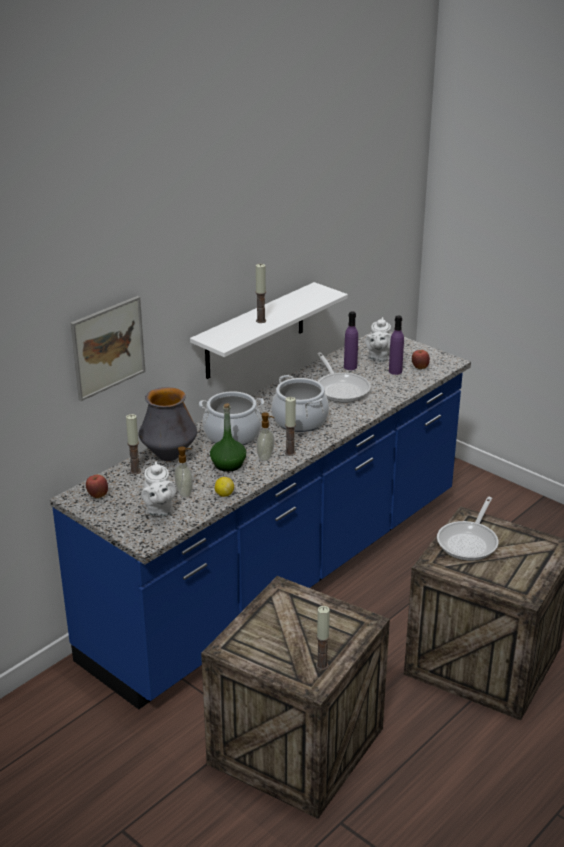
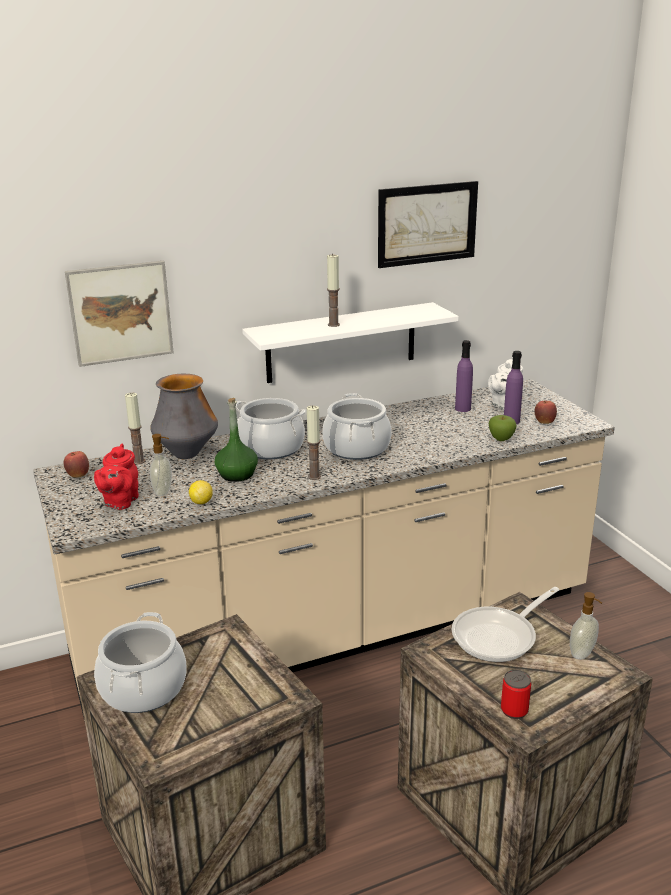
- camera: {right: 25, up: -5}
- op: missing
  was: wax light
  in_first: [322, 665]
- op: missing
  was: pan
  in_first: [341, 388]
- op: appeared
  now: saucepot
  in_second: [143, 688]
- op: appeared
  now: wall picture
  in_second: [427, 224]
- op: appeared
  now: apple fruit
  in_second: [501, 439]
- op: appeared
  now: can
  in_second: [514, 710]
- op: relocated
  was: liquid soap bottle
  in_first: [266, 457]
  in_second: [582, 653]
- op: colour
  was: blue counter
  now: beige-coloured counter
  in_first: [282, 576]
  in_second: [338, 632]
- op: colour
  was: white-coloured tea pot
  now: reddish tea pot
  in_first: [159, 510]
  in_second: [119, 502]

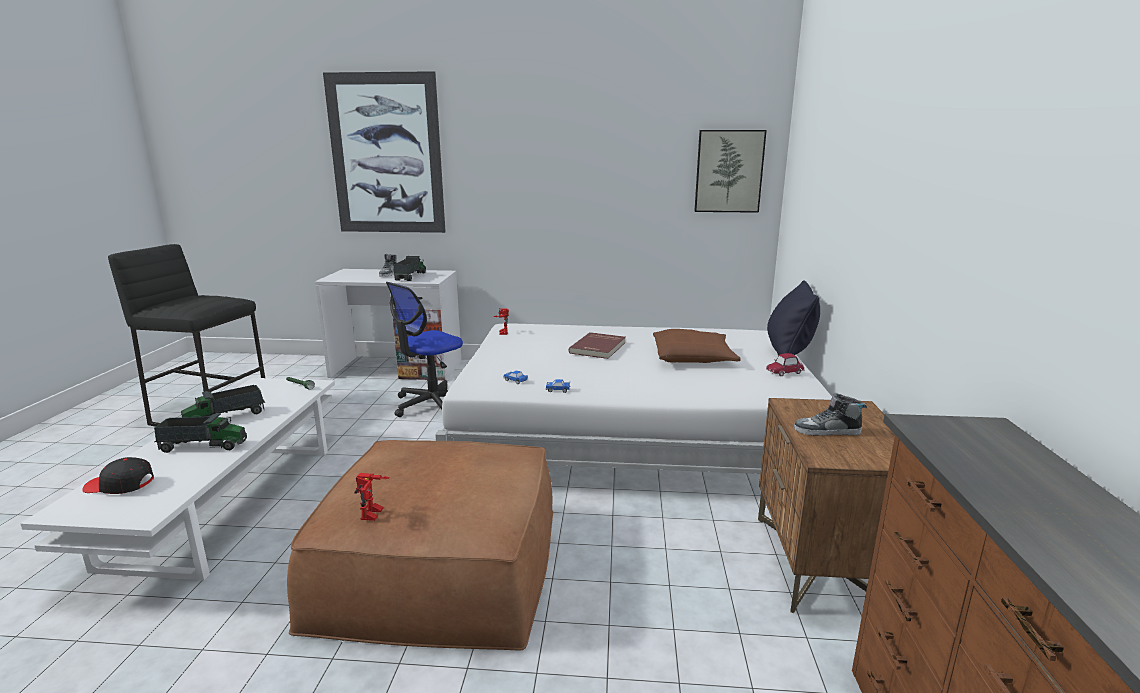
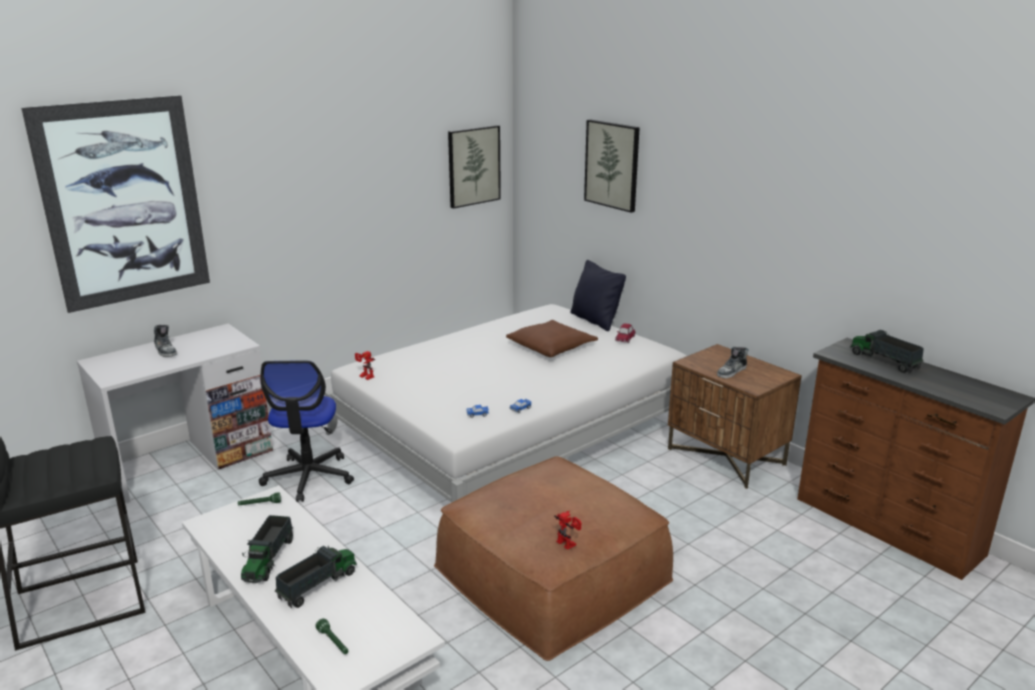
- camera: {right: -45, up: 5}
- op: missing
  was: reddish book
  in_first: [599, 348]
- op: appeared
  now: wall picture
  in_second: [612, 165]
- op: relocated
  was: model truck
  in_first: [410, 277]
  in_second: [884, 361]
- op: exchanged
  was: black-coloured baseball cap
  now: green flashlight
  in_first: [120, 485]
  in_second: [333, 642]

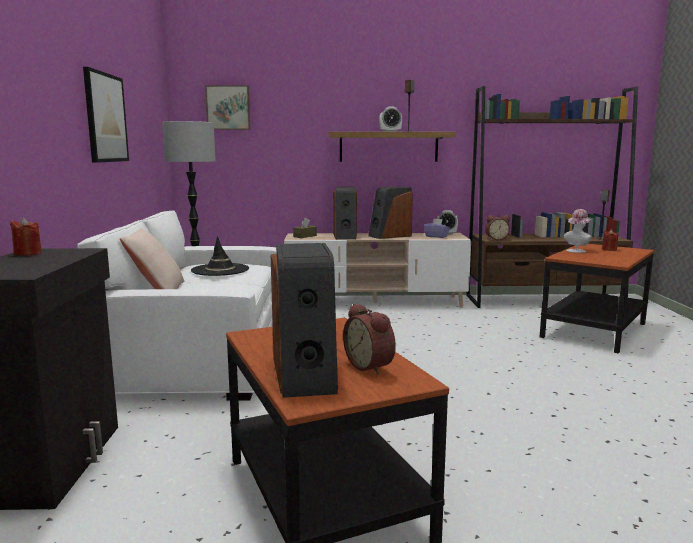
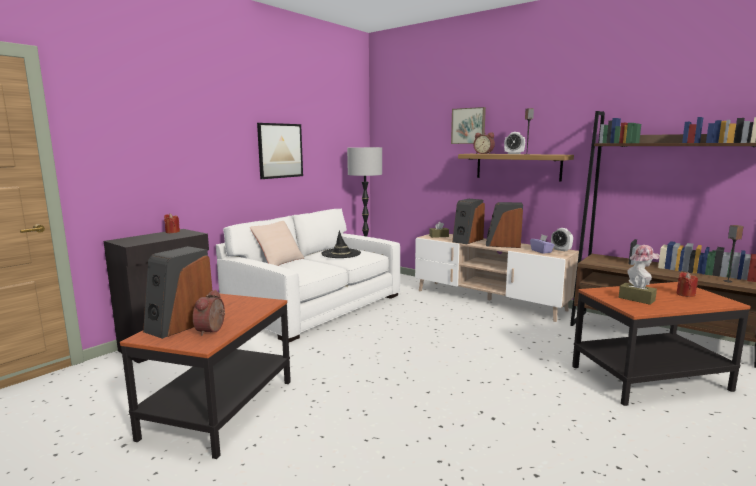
- camera: {right: 40, up: 0}
- op: appeared
  now: brown box of tissues
  in_second: [636, 299]
- op: relocated
  was: wall picture
  in_first: [228, 108]
  in_second: [468, 126]
- op: relocated
  was: bedside clock
  in_first: [496, 239]
  in_second: [484, 153]

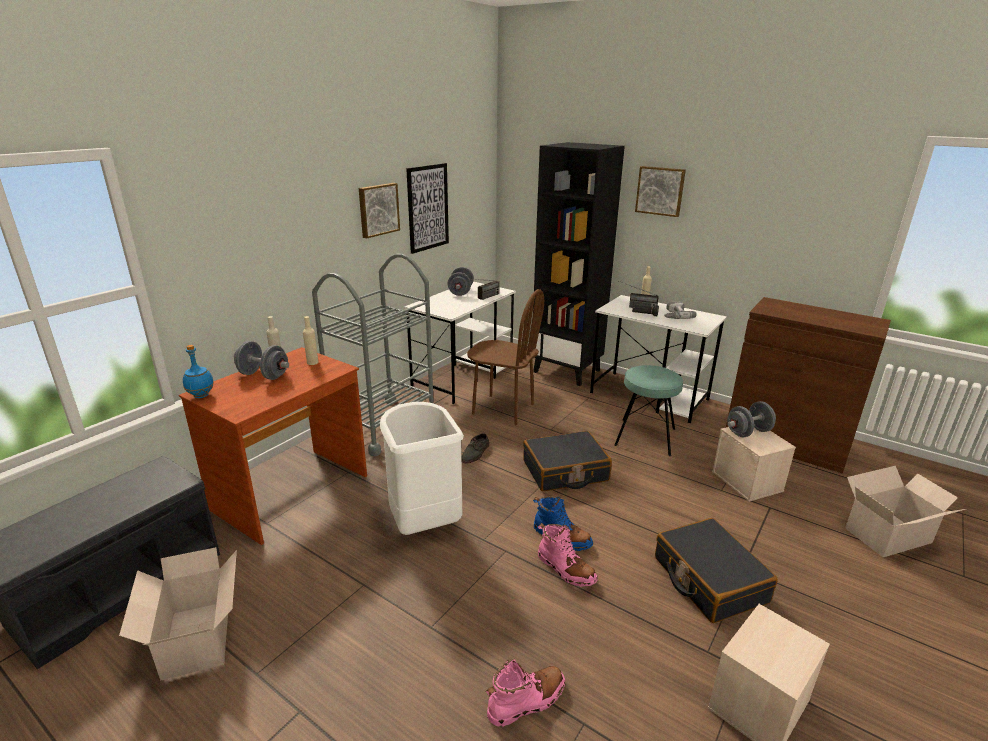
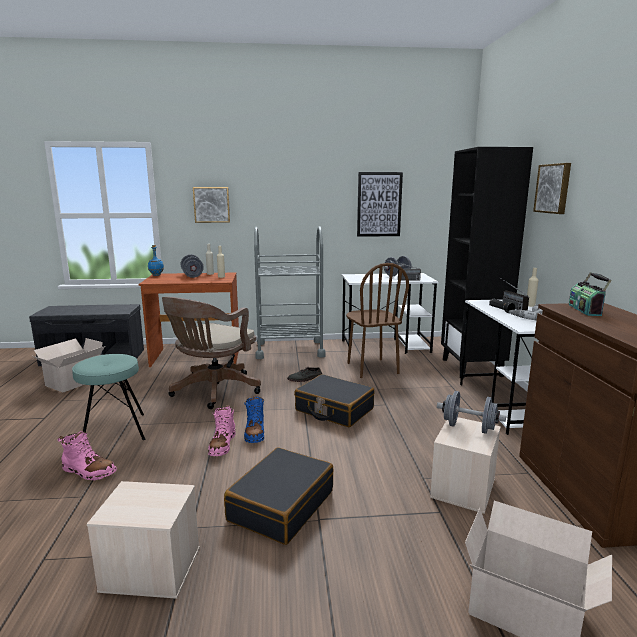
- camera: {right: 50, up: -10}
- op: appeared
  now: radio set
  in_second: [585, 310]
- op: relocated
  was: wall picture
  in_first: [378, 209]
  in_second: [211, 204]
- op: relocated
  was: turquoise sitting stool
  in_first: [645, 437]
  in_second: [114, 431]
- op: exchanged
  was: white-coloured trash can
  now: brown desk chair
  in_first: [423, 523]
  in_second: [213, 391]

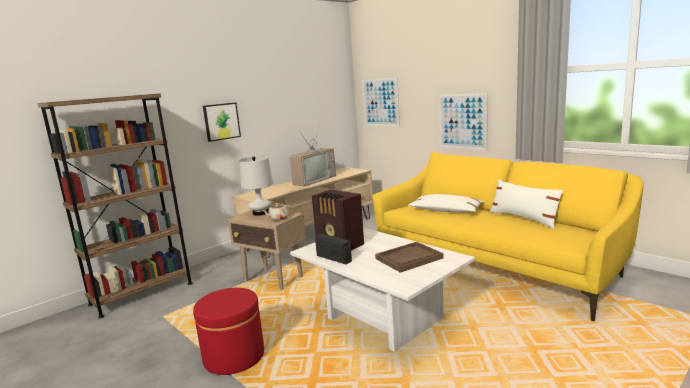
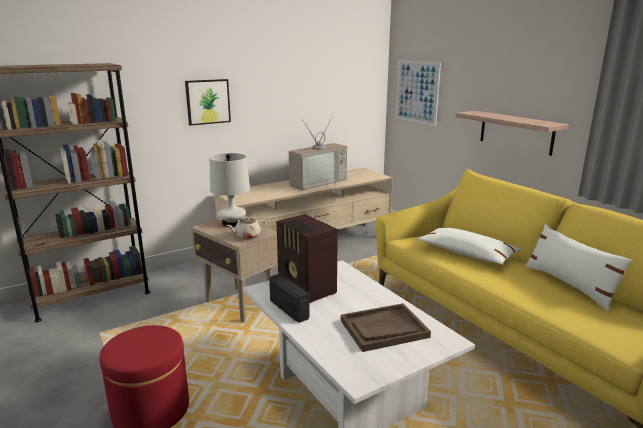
- camera: {right: 10, up: 5}
- op: exchanged
  was: wall picture
  now: wall shelf
  in_first: [462, 121]
  in_second: [516, 132]

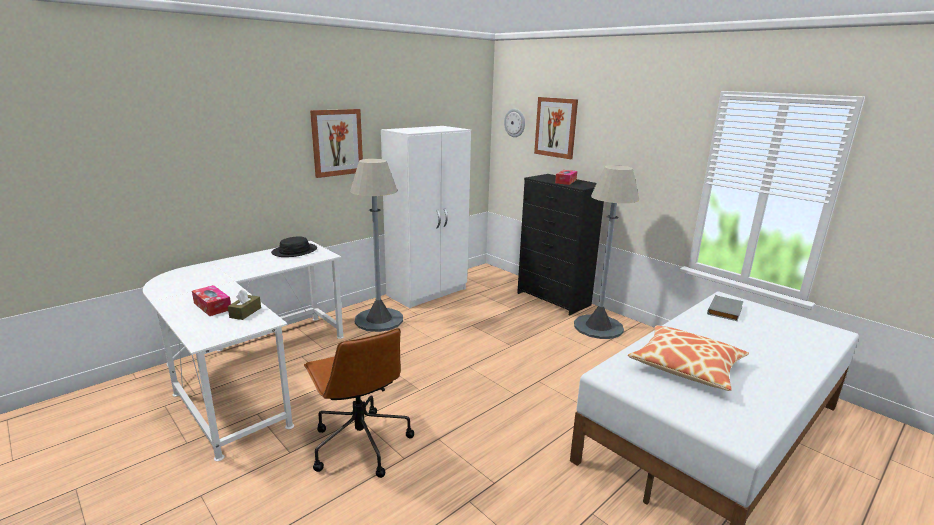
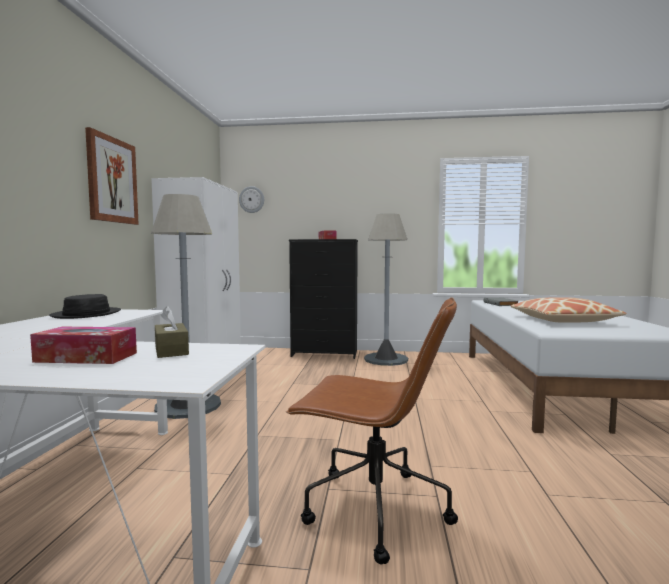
- camera: {right: -40, up: -15}
- op: missing
  was: wall picture
  in_first: [556, 127]

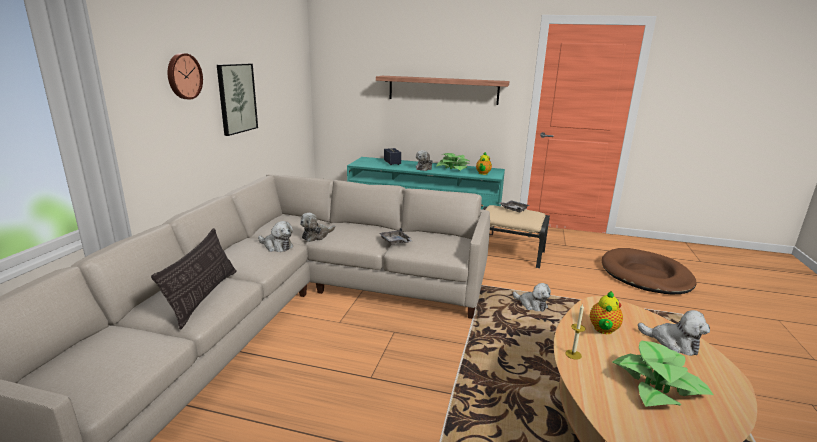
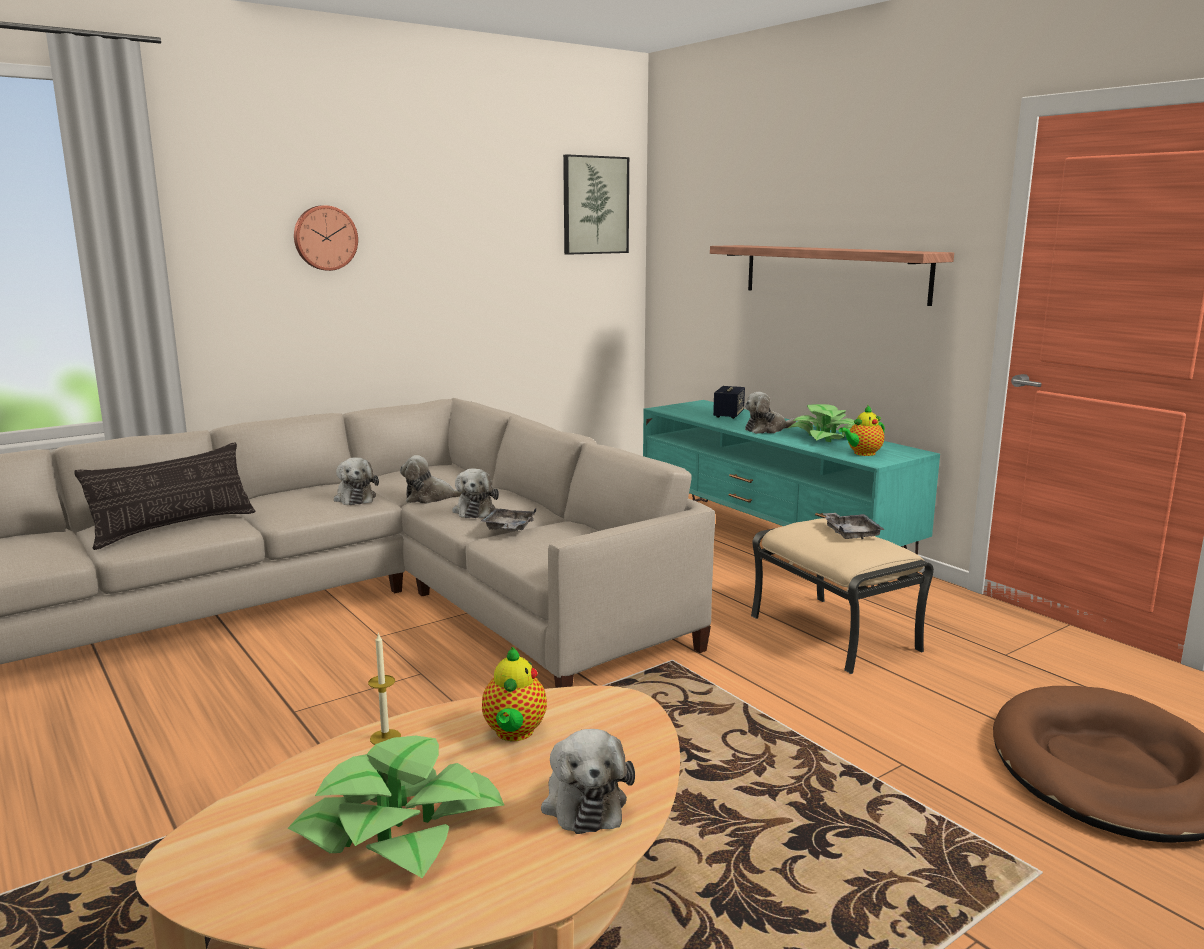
- camera: {right: 40, up: -5}
- op: relocated
  was: wall picture
  in_first: [236, 98]
  in_second: [595, 205]
- op: relocated
  was: cuddly toy
  in_first: [531, 305]
  in_second: [475, 510]
- op: spun
  was: tea pot
  in_first: [603, 330]
  in_second: [514, 733]
  clockwise: -60

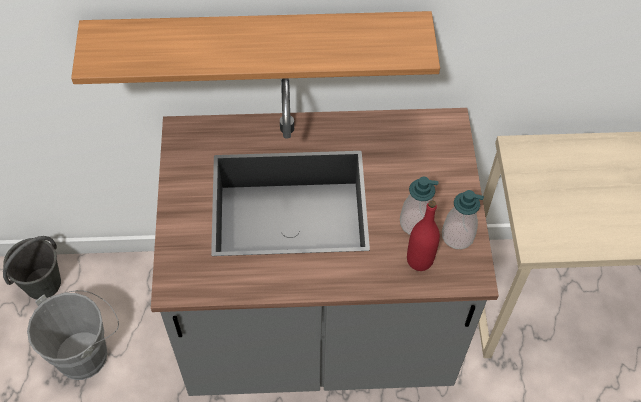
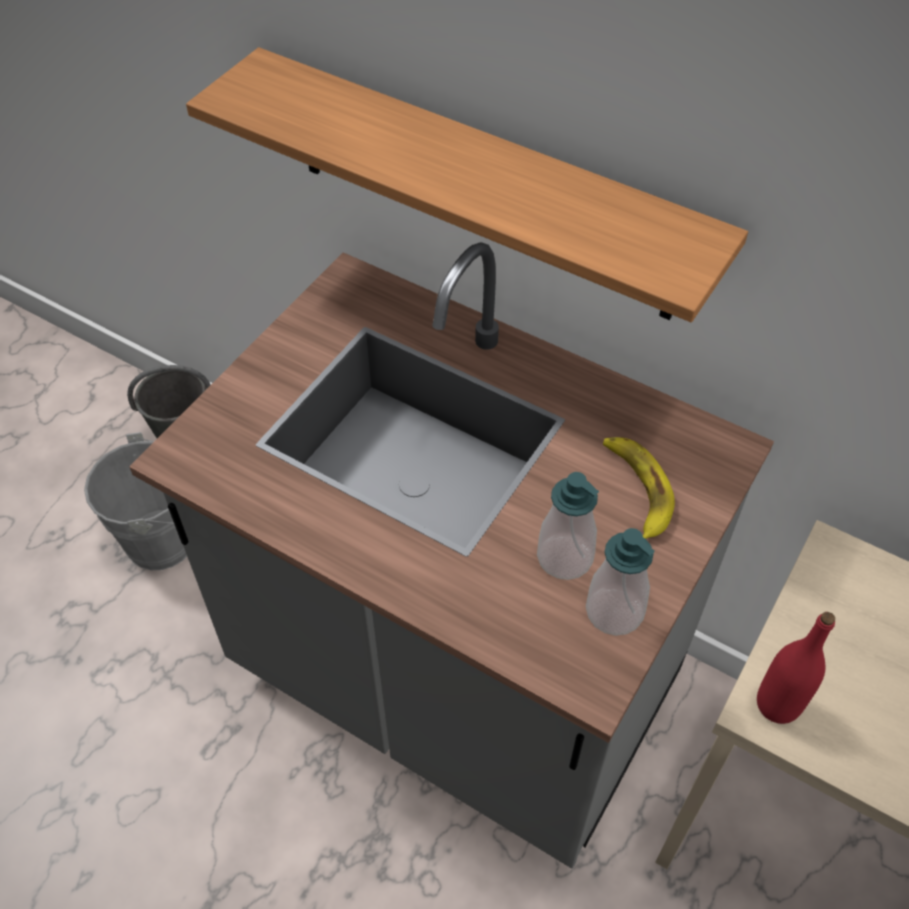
- camera: {right: 35, up: -5}
- op: appeared
  now: whole banana
  in_second: [635, 490]
- op: relocated
  was: reddish beverage bottle
  in_first: [419, 260]
  in_second: [777, 704]

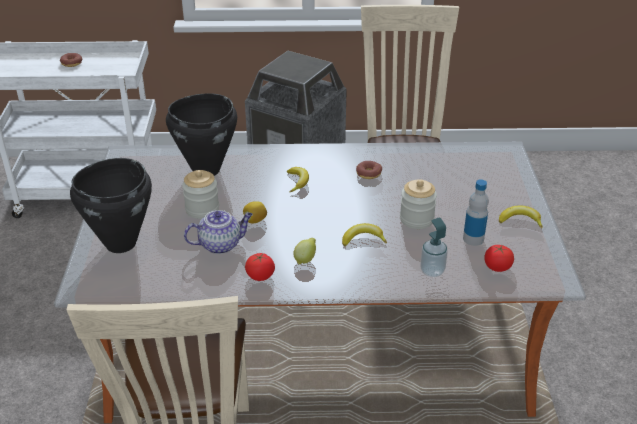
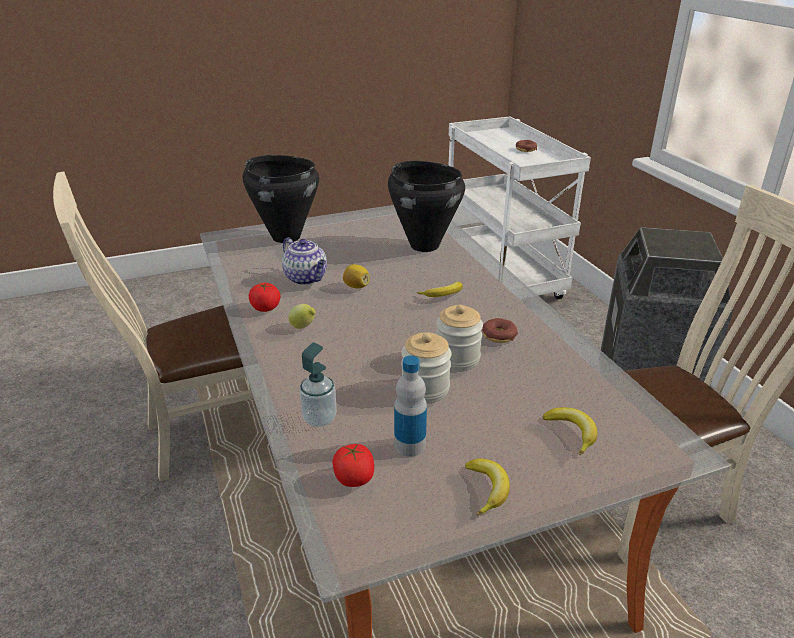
- camera: {right: 70, up: -5}
- op: relocated
  was: preserve jar
  in_first: [202, 209]
  in_second: [457, 358]
- op: relocated
  was: whole banana
  in_first: [363, 239]
  in_second: [572, 432]

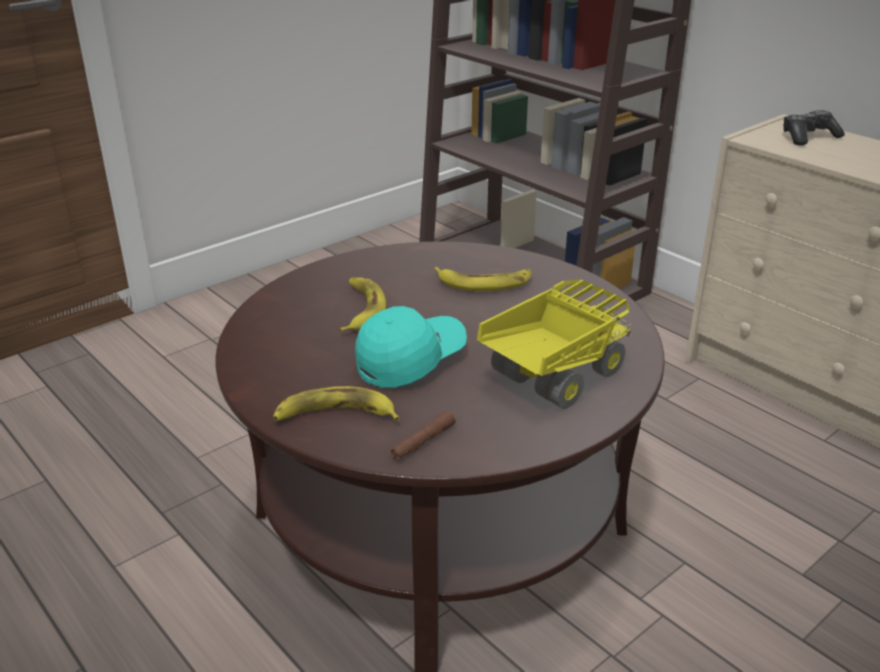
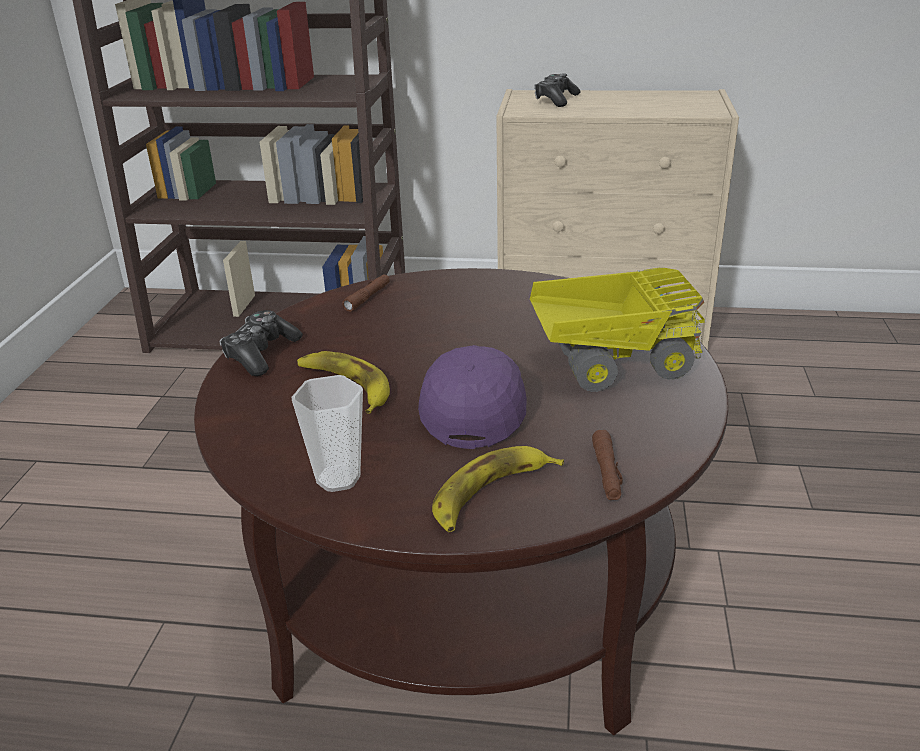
- camera: {right: -40, up: 0}
- op: missing
  was: whole banana
  in_first: [484, 283]
- op: appeared
  now: joypad
  in_second: [261, 354]
- op: appeared
  now: cup
  in_second: [338, 478]
- op: appeared
  now: brown flashlight
  in_second: [367, 297]
- op: colour
  was: turquoise baseball cap
  now: purple-coloured baseball cap
  in_first: [411, 361]
  in_second: [475, 409]
- op: spun
  was: model truck
  in_first: [552, 377]
  in_second: [610, 363]
  clockwise: 75

